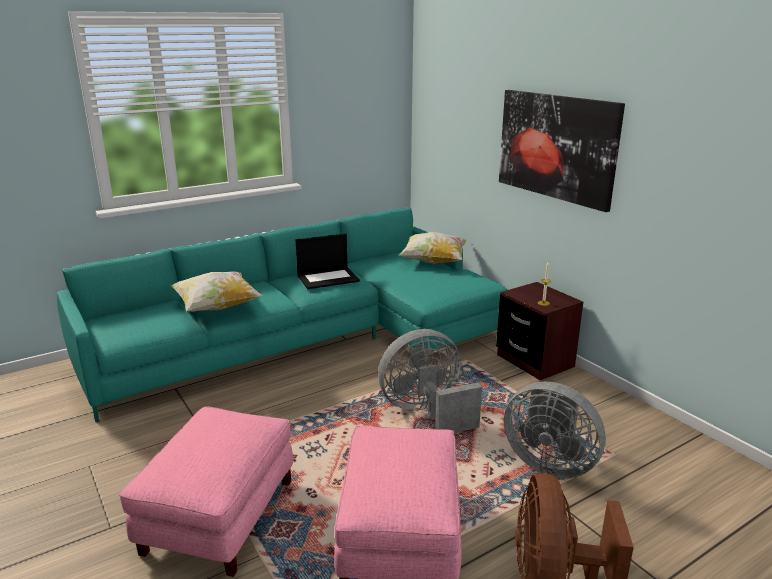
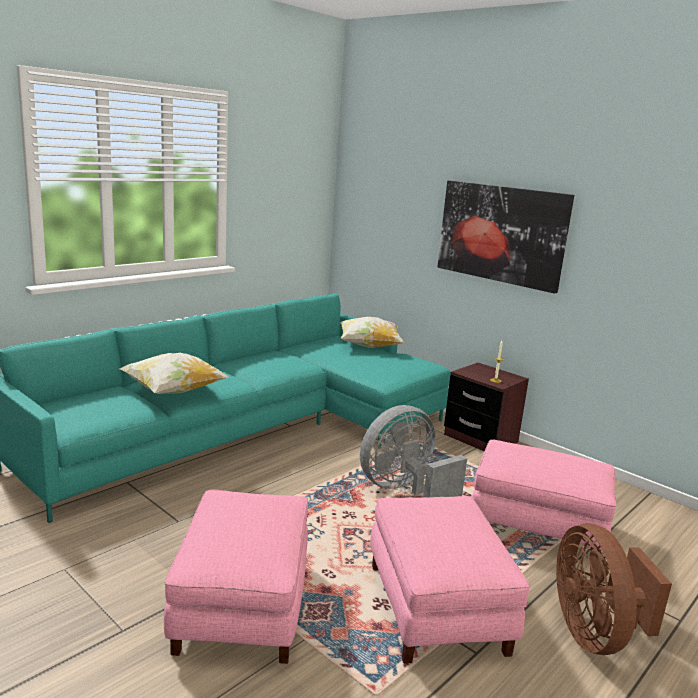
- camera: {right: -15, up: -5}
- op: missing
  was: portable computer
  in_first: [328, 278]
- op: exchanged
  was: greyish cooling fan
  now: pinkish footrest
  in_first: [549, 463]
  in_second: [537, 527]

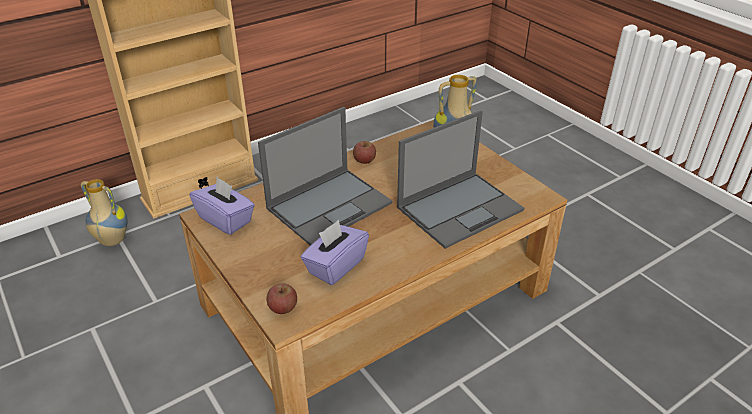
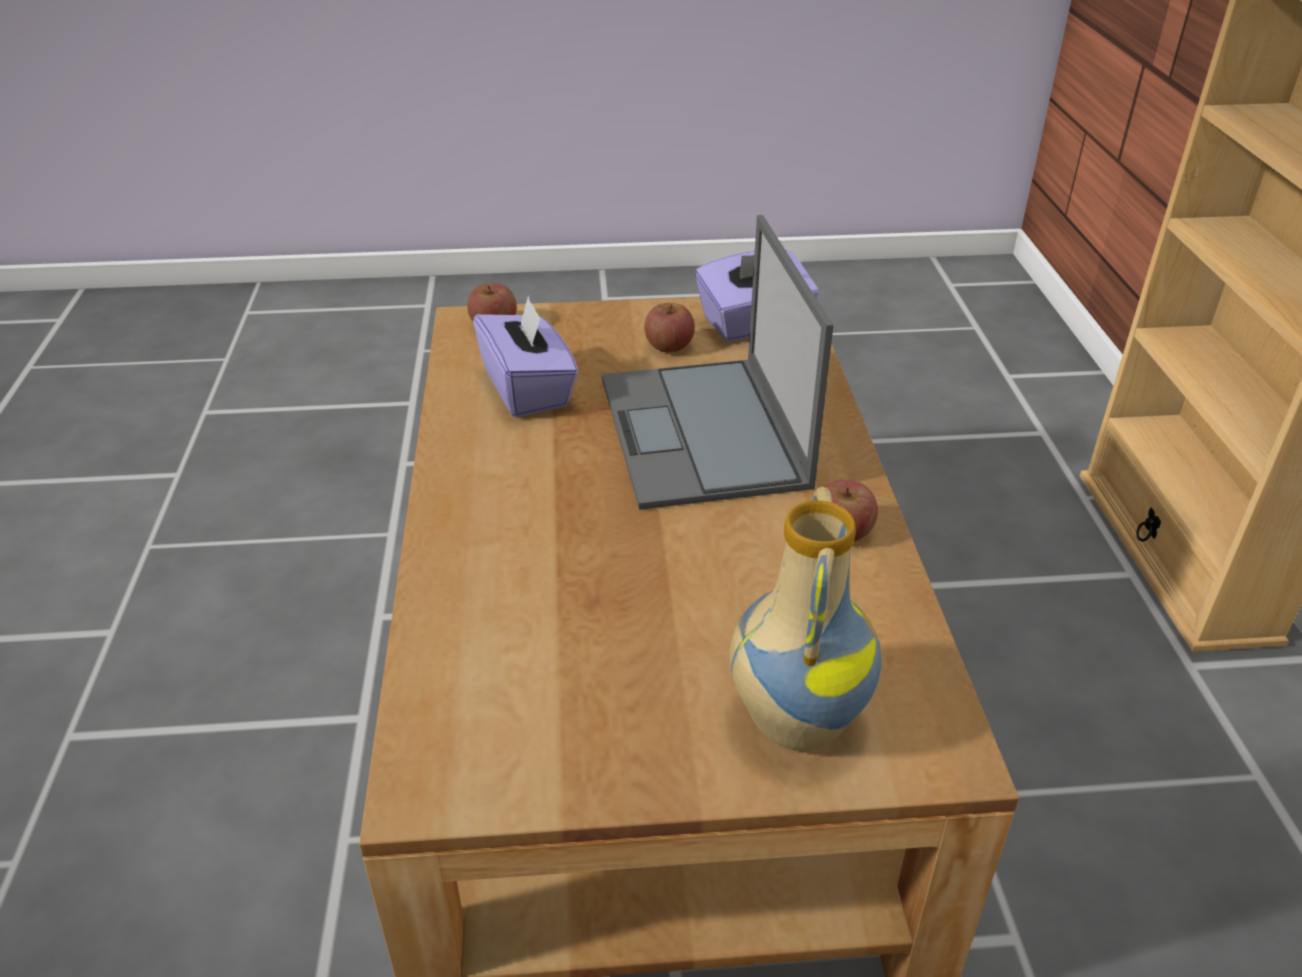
- camera: {right: 120, up: 0}
- op: missing
  was: decorative vase
  in_first: [112, 241]
- op: missing
  was: portable computer
  in_first: [460, 208]
- op: appeared
  now: apple fruit
  in_second: [669, 346]

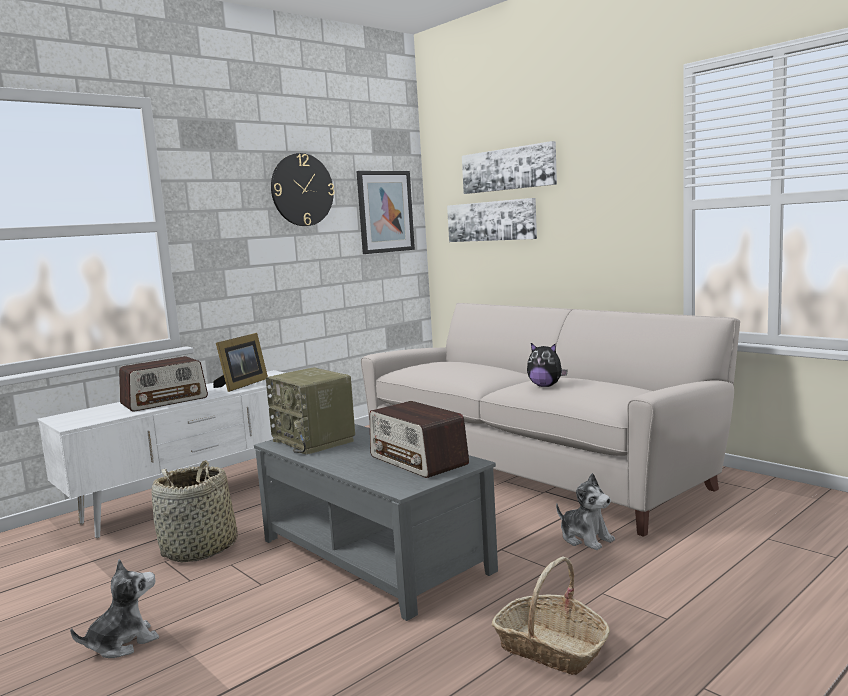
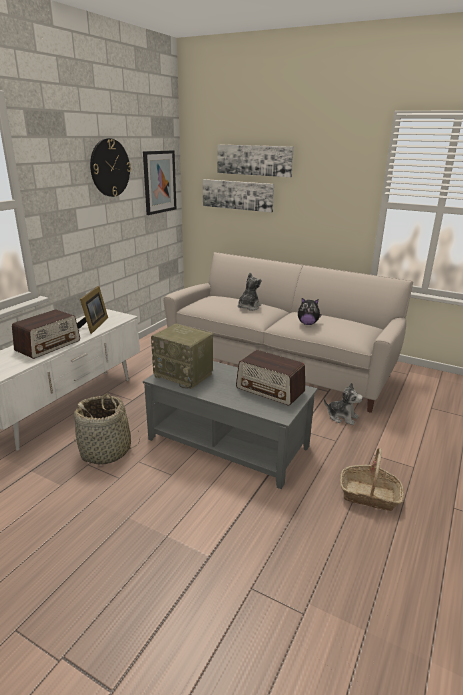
- camera: {right: -20, up: 15}
- op: relocated
  was: cuddly toy
  in_first: [123, 643]
  in_second: [248, 307]

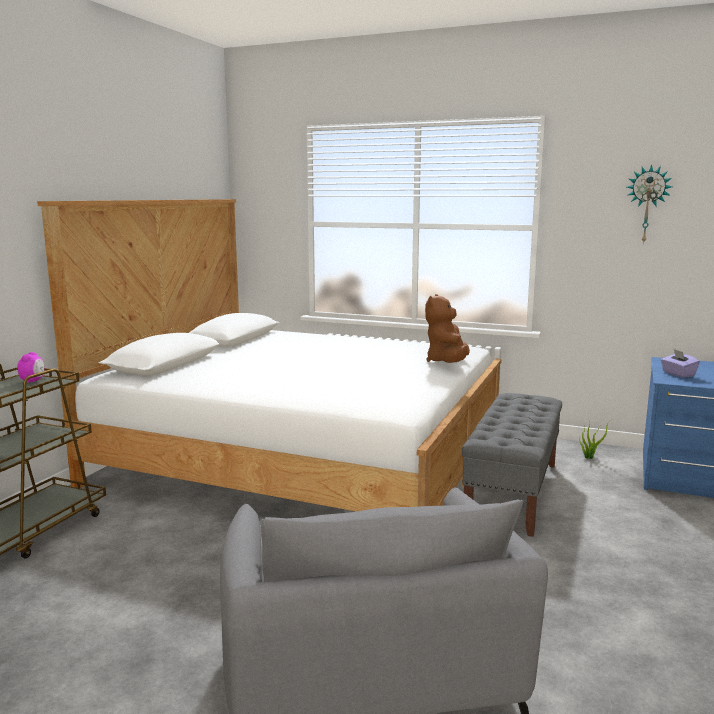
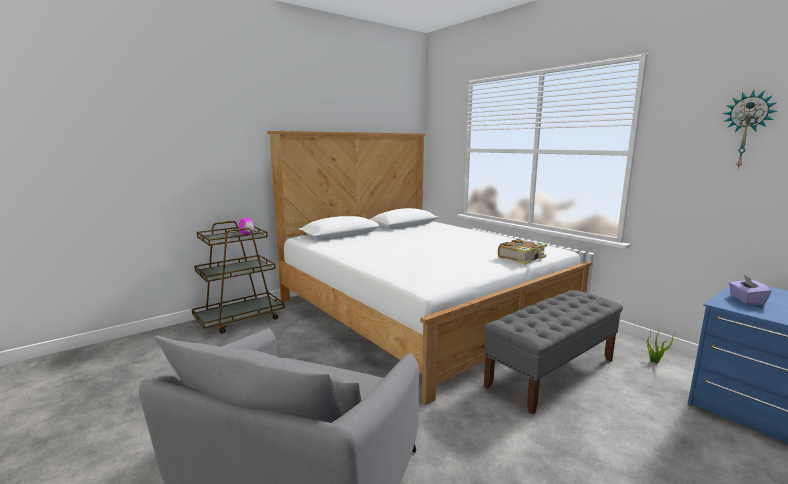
- camera: {right: 30, up: 0}
- op: exchanged
  was: brown cuddly toy
  now: book
  in_first: [447, 362]
  in_second: [522, 258]

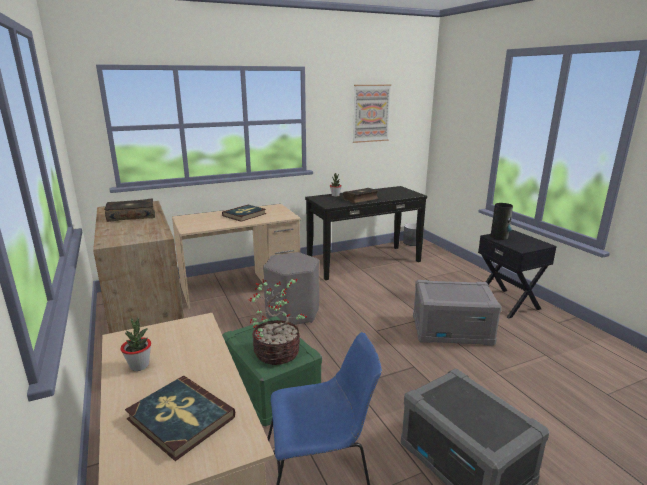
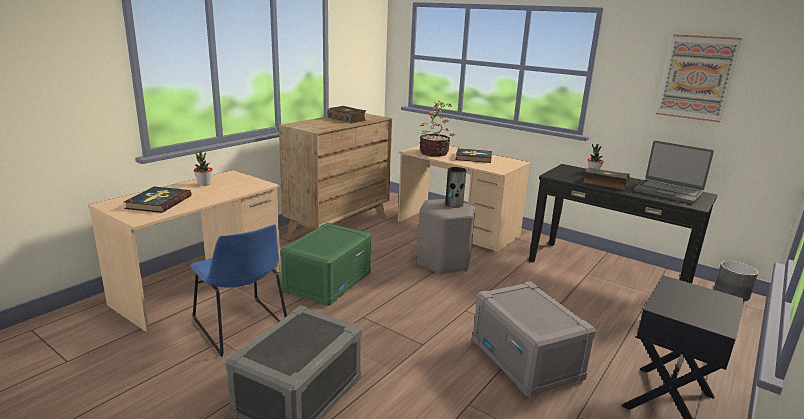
- camera: {right: 60, up: 0}
- op: appeared
  now: portable computer
  in_second: [668, 192]
- op: relocated
  was: plant in a pot
  in_first: [278, 352]
  in_second: [434, 153]
- op: relocated
  was: decorative vase
  in_first: [499, 237]
  in_second: [454, 204]

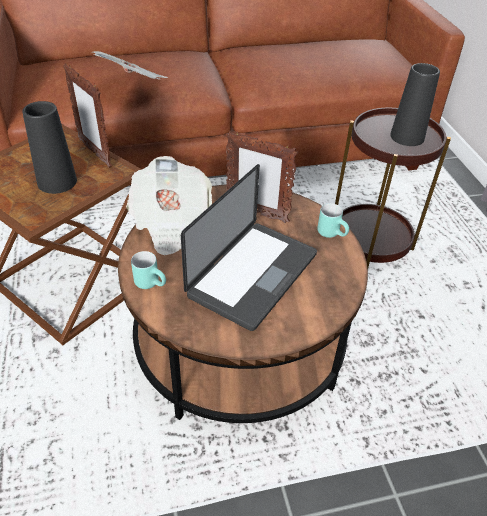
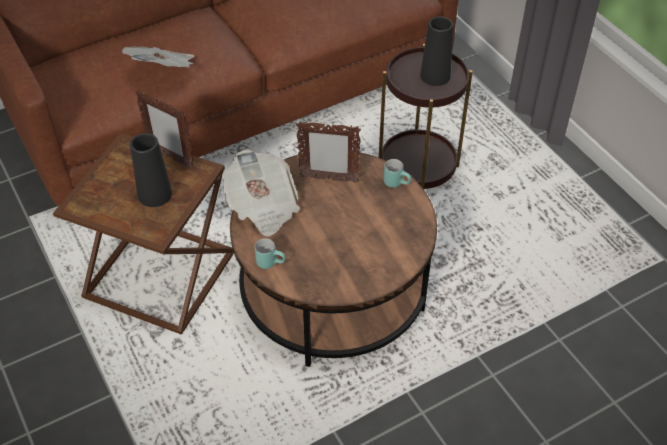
- camera: {right: -15, up: 5}
- op: missing
  was: portable computer
  in_first: [253, 275]

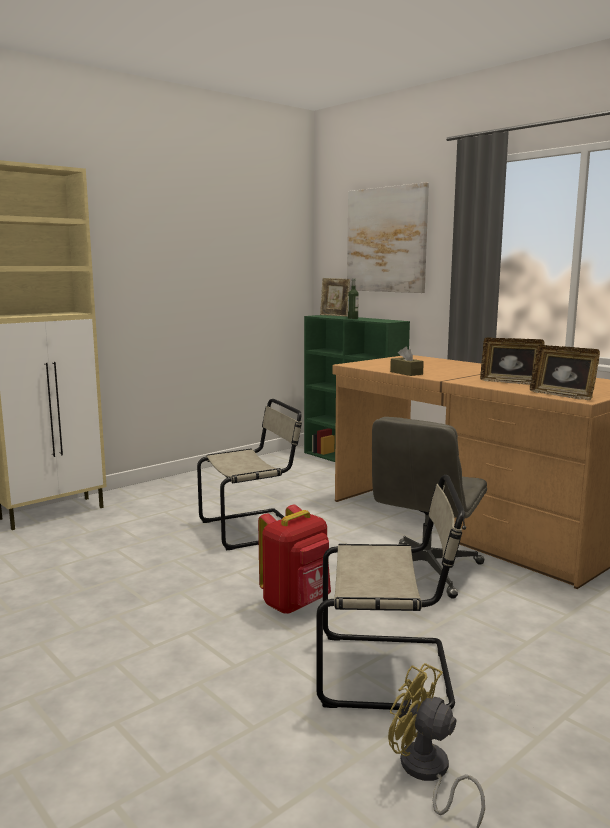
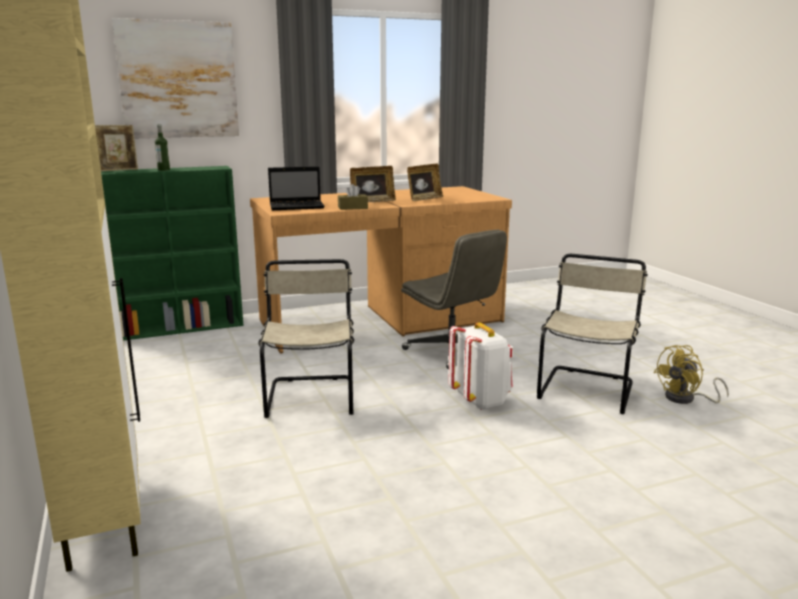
- camera: {right: -70, up: 5}
- op: appeared
  now: portable computer
  in_second: [298, 207]
- op: relocated
  was: standing frame
  in_first: [562, 395]
  in_second: [372, 201]
- op: colour
  was: reddish rucksack
  now: white-coloured rucksack
  in_first: [296, 604]
  in_second: [480, 401]

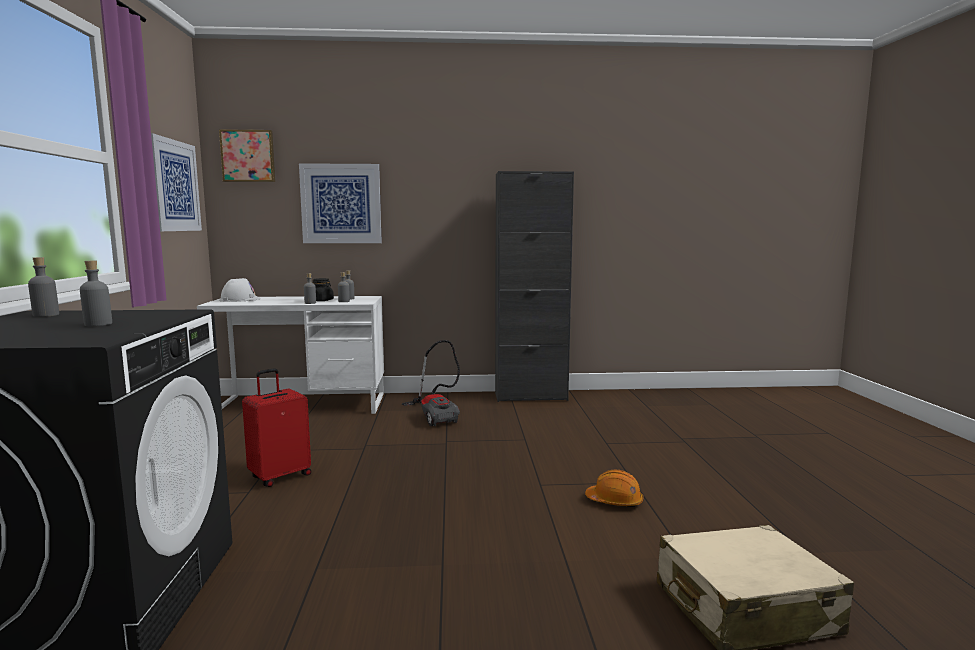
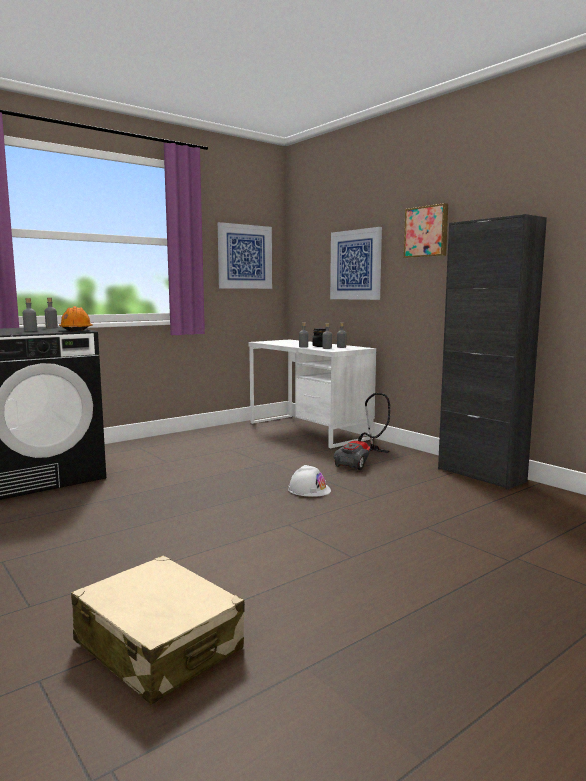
- camera: {right: 55, up: 0}
- op: missing
  was: reddish travel case
  in_first: [280, 476]
- op: relocated
  was: wall picture
  in_first: [248, 156]
  in_second: [427, 232]
- op: relocated
  was: white-coloured work helmet
  in_first: [240, 299]
  in_second: [309, 489]
- op: relocated
  was: orangey work helmet
  in_first: [614, 501]
  in_second: [76, 330]

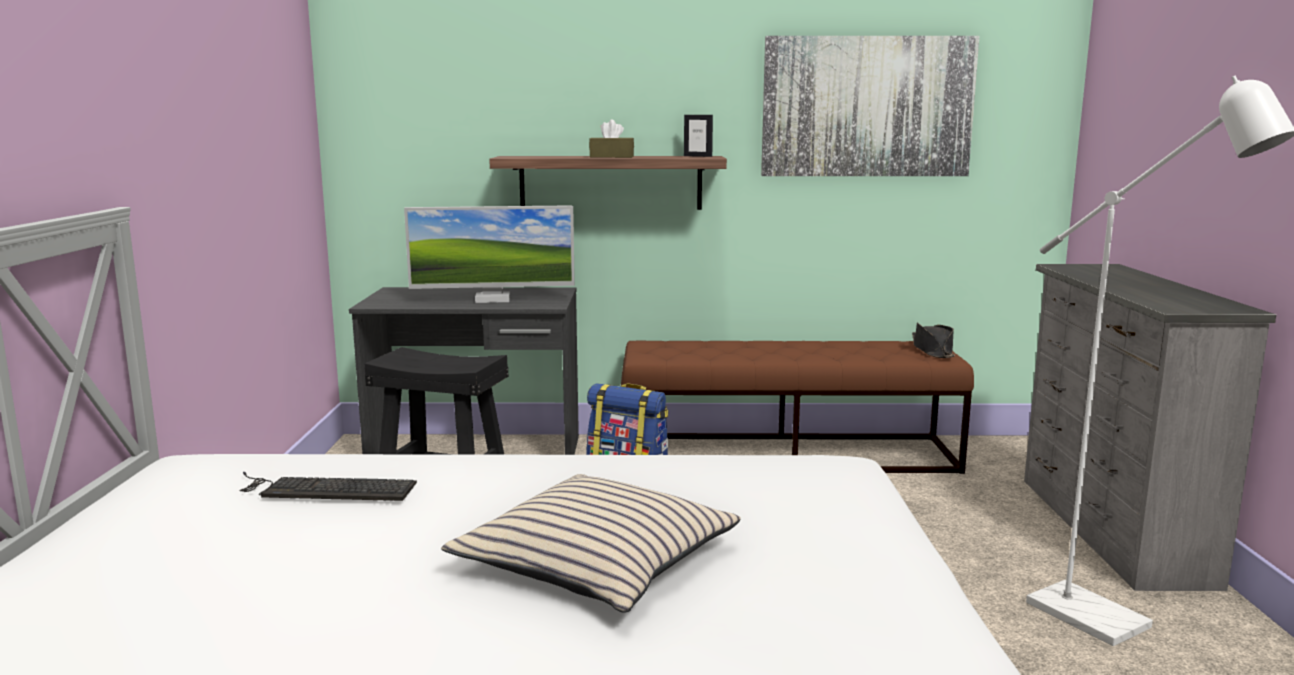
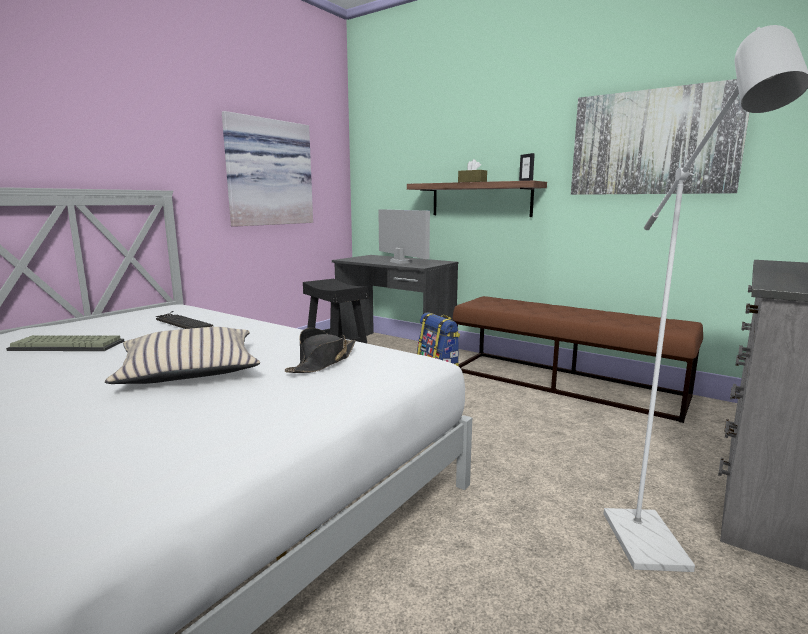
- camera: {right: 35, up: 0}
- op: appeared
  now: PC keyboard
  in_second: [69, 345]
- op: appeared
  now: wall picture
  in_second: [268, 173]
- op: relocated
  was: black-coloured hat
  in_first: [932, 350]
  in_second: [323, 362]
- op: spun
  was: computer screen
  in_first: [492, 299]
  in_second: [401, 262]
  clockwise: -150

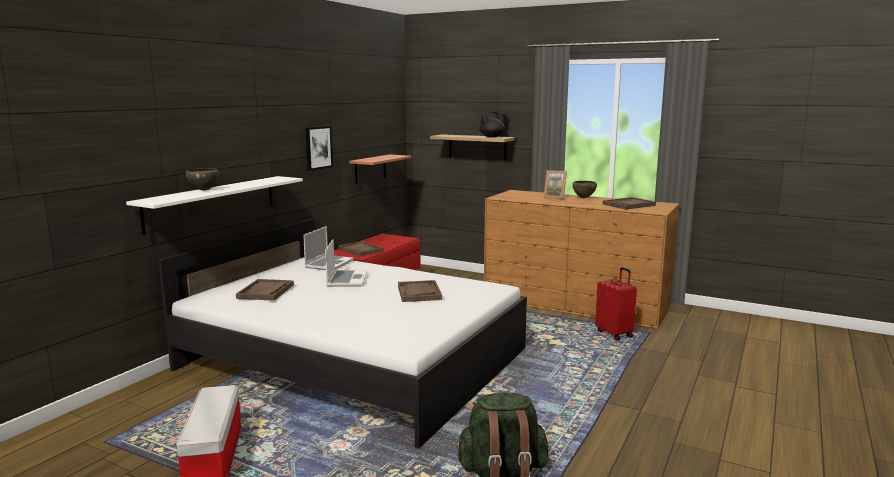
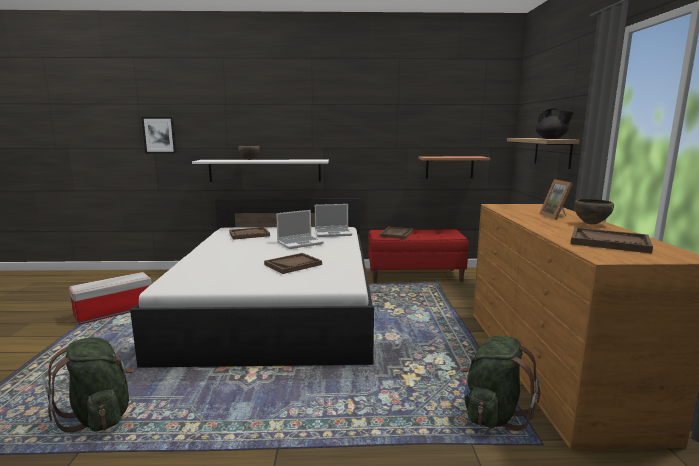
- camera: {right: 60, up: 0}
- op: relocated
  was: wall picture
  in_first: [318, 147]
  in_second: [159, 135]
- op: exchanged
  was: reddish travel case
  now: green rucksack
  in_first: [615, 334]
  in_second: [493, 414]

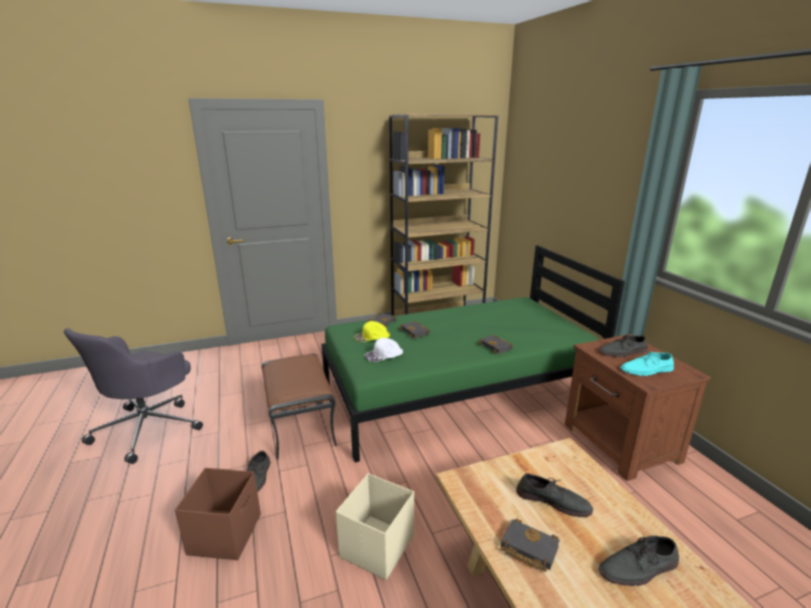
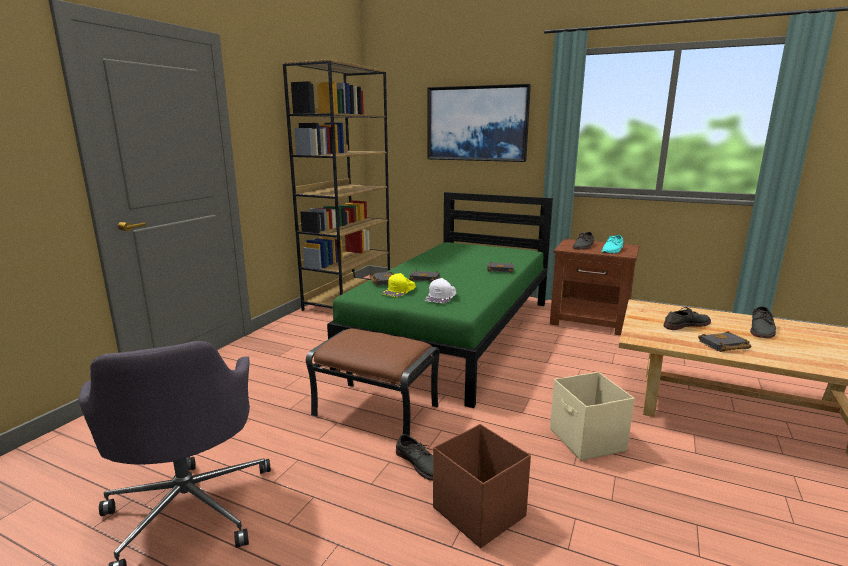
- camera: {right: -45, up: -5}
- op: appeared
  now: wall picture
  in_second: [477, 123]

